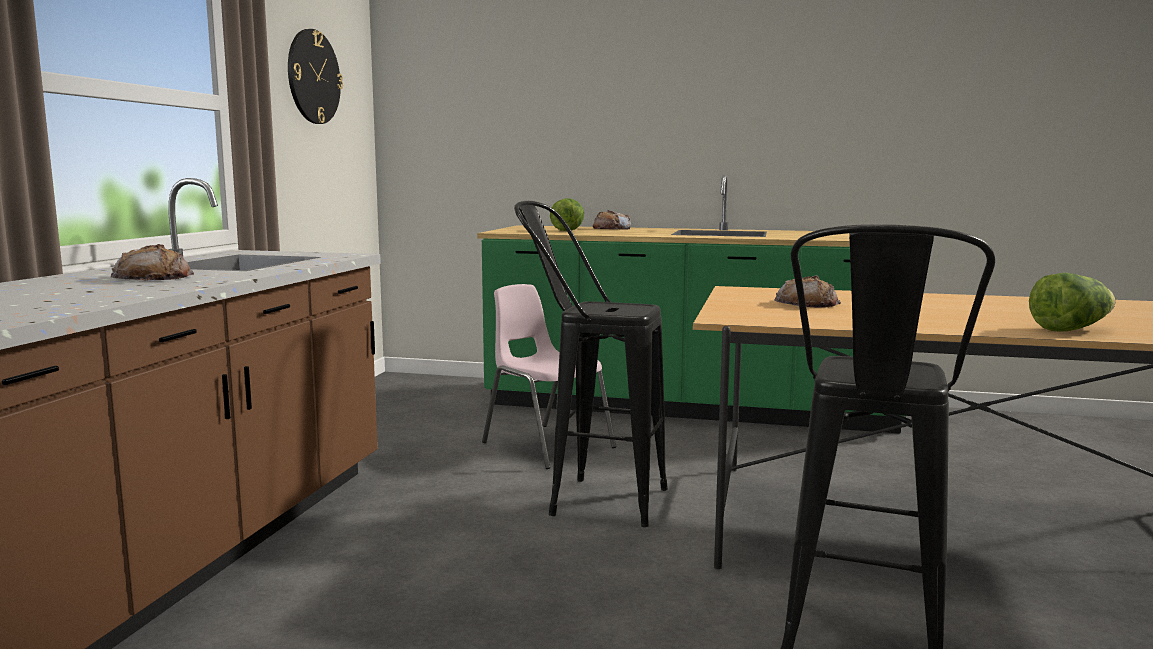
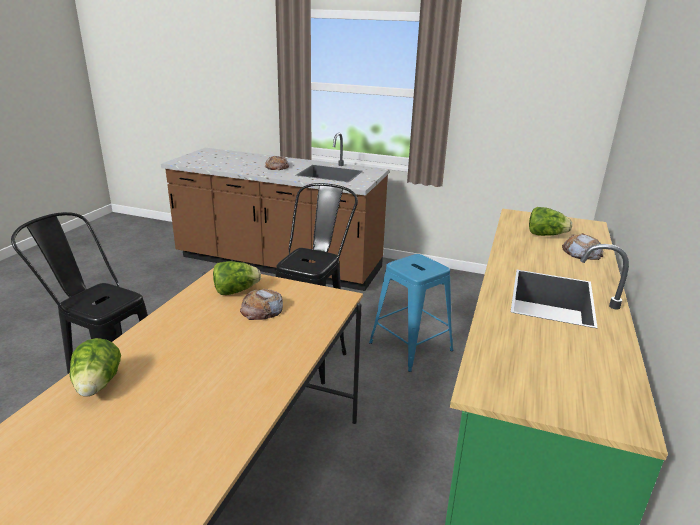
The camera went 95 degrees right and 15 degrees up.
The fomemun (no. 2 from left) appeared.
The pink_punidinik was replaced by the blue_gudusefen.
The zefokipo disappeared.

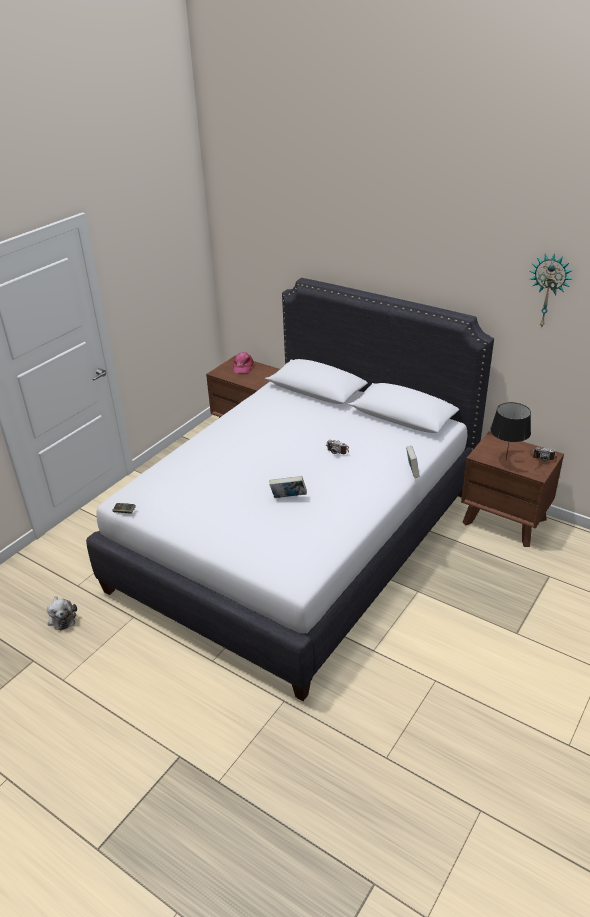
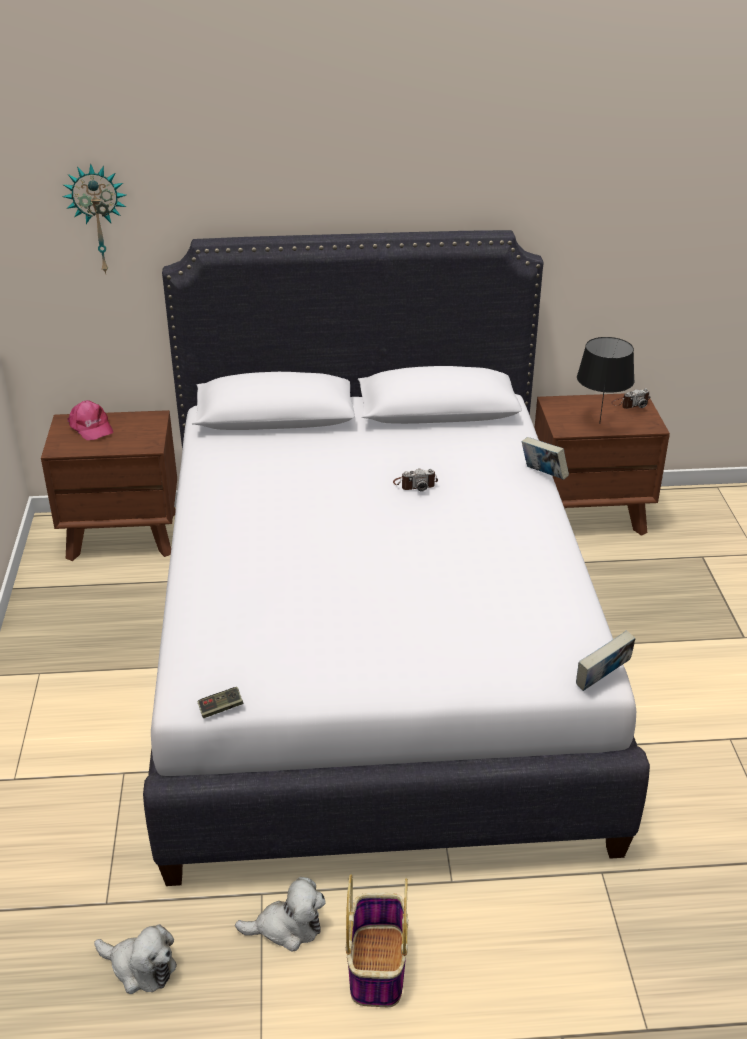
The camera went 40 degrees left and 0 degrees up.
The zefokipo moved.
The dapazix (no. 2 from left) appeared.
The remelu appeared.
The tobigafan (no. 1 from left in the first image) moved.

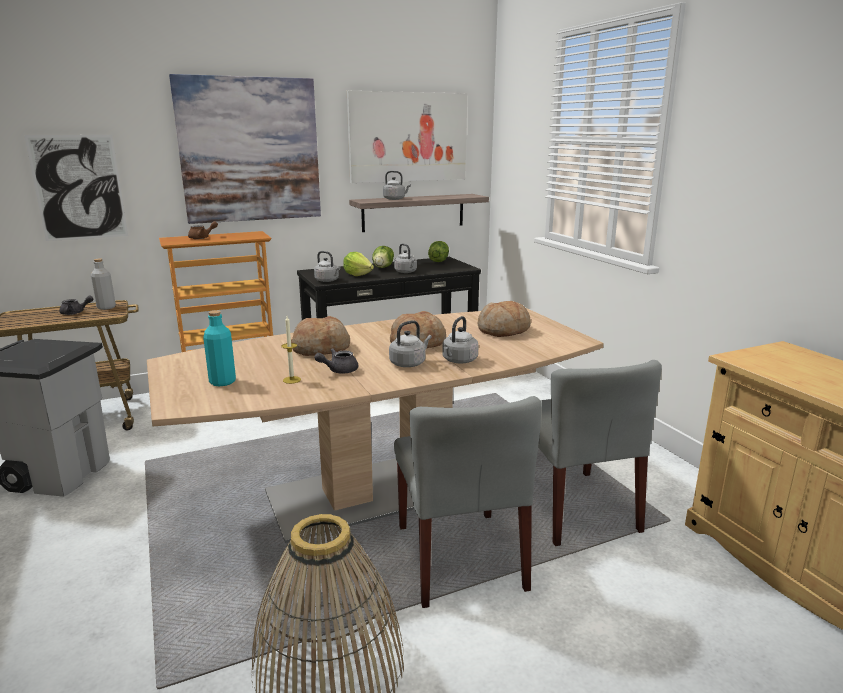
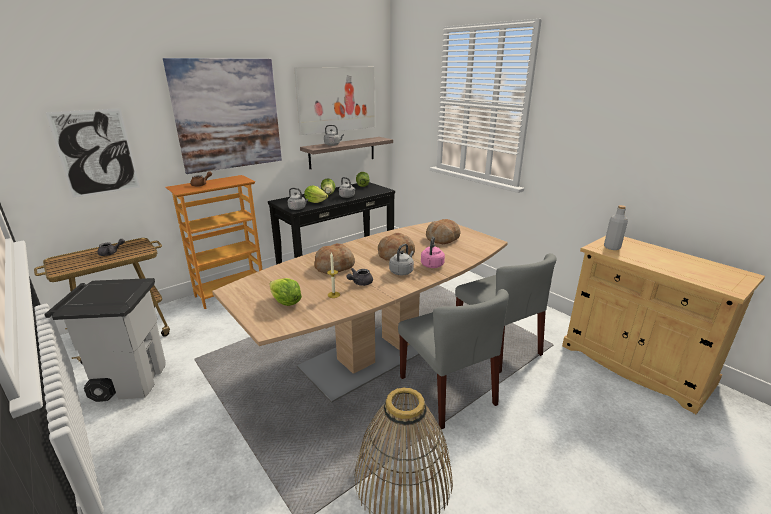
The camera went 15 degrees left and 5 degrees up.
The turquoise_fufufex was replaced by the fomemun (no. 1 from left).
The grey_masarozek (no. 5 from left) became the pink_masarozek.
The grey_fufufex moved.

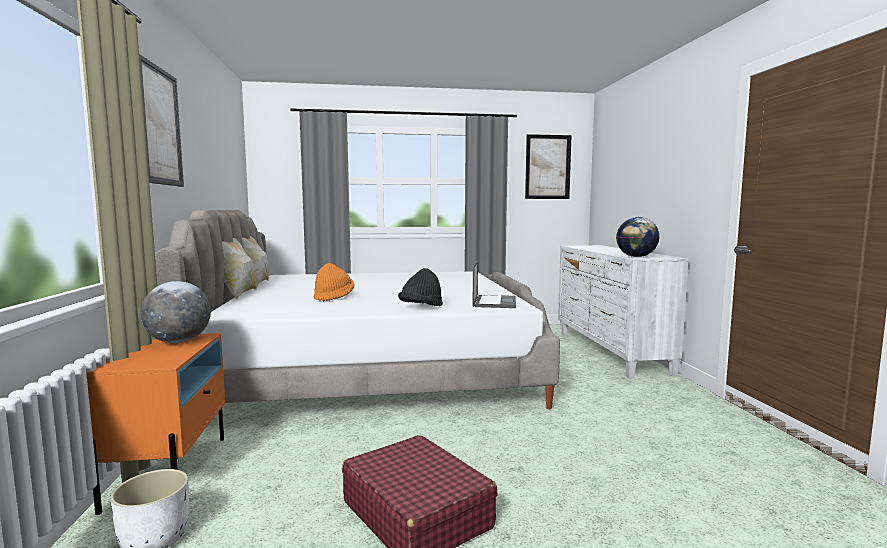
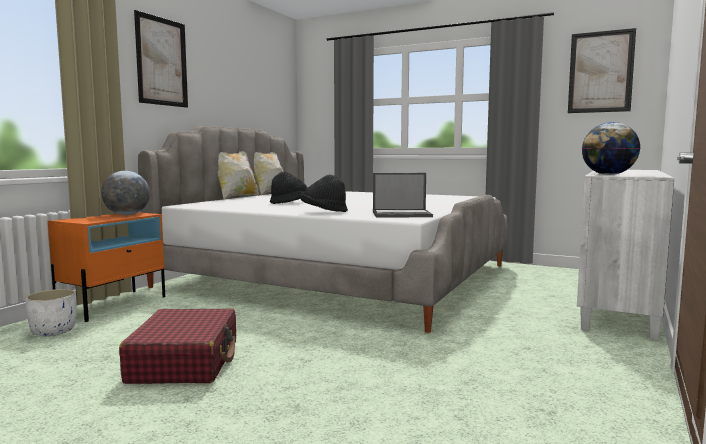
The camera went 35 degrees right and 0 degrees up.
The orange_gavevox became the black_gavevox (no. 1 from left).
The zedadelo turned 45 degrees clockwise.

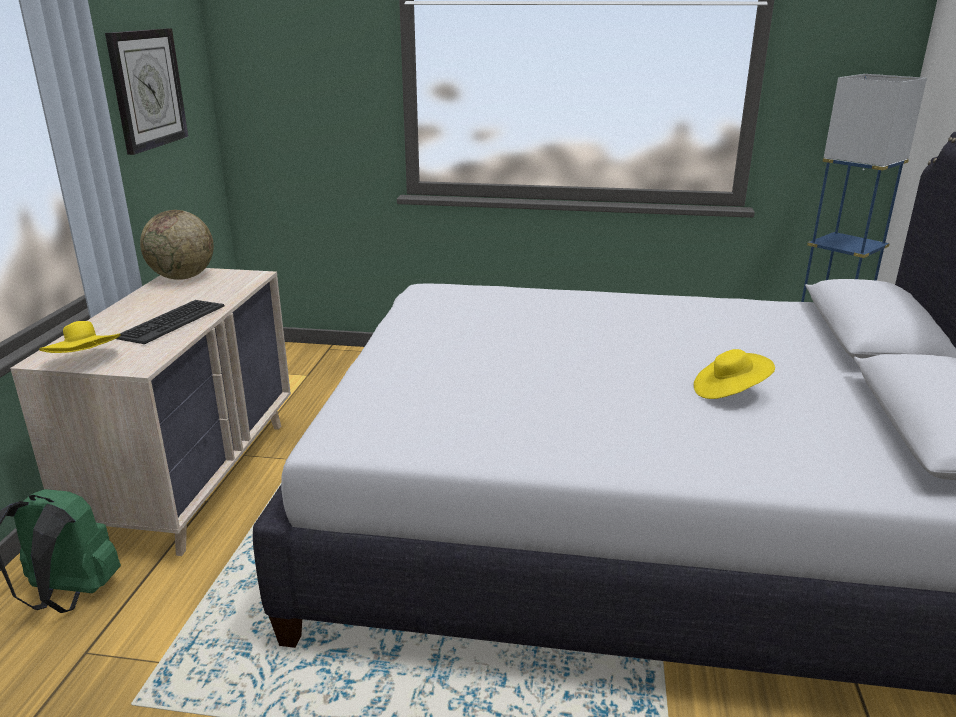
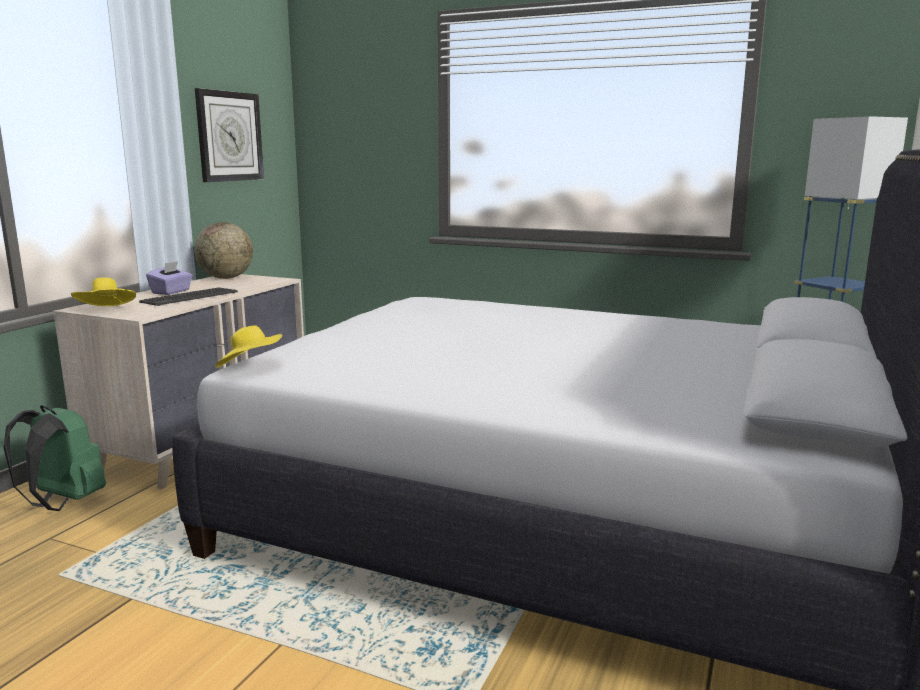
The camera went 15 degrees right and 10 degrees down.
The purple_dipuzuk appeared.
The yellow_gavevox (no. 2 from left) moved.

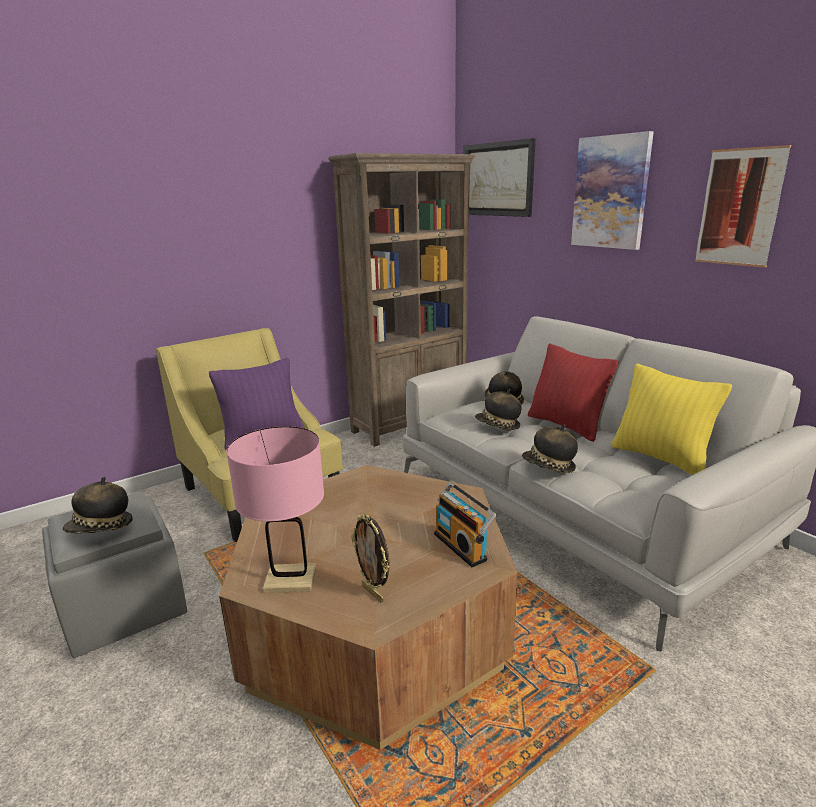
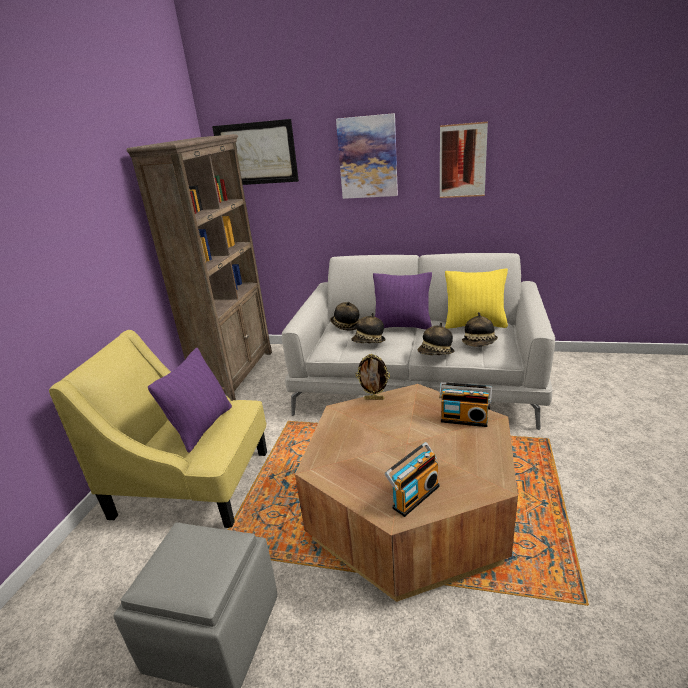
The camera went 40 degrees left and 5 degrees up.
The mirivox moved.
The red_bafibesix became the purple_bafibesix (no. 2 from left).
The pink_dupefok was replaced by the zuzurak (no. 1 from left).
The gavevox (no. 1 from left in the first image) moved.

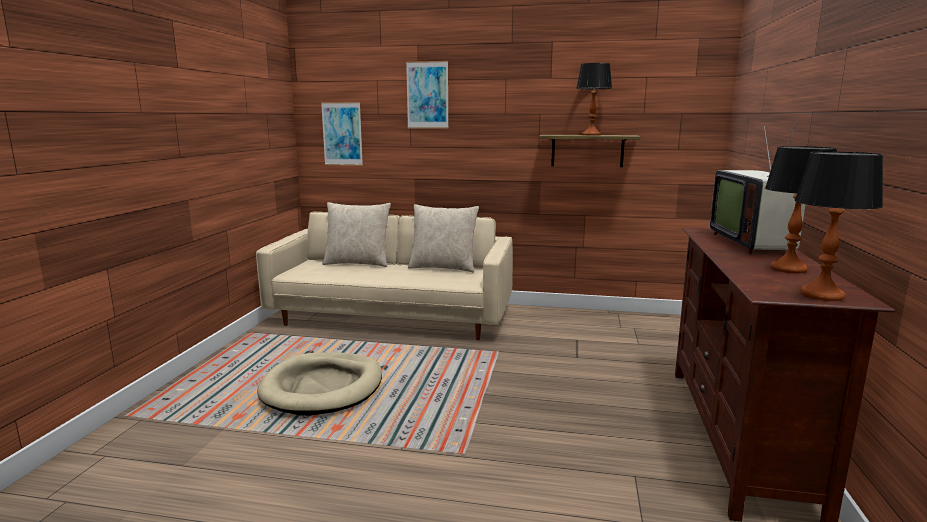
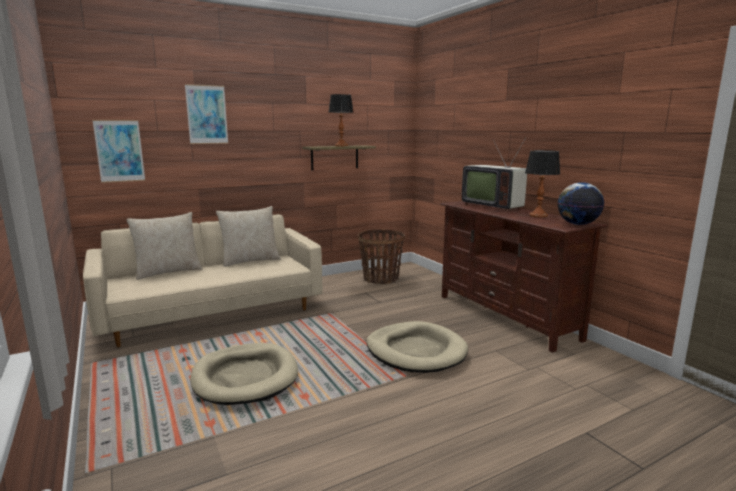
The camera went 40 degrees left and 0 degrees up.
The remelu appeared.
The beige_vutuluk (no. 2 from left) appeared.
The dupefok (no. 3 from left) was replaced by the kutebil.

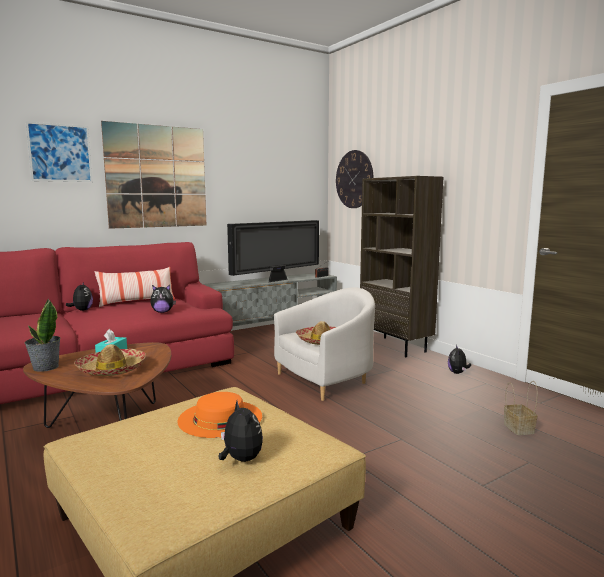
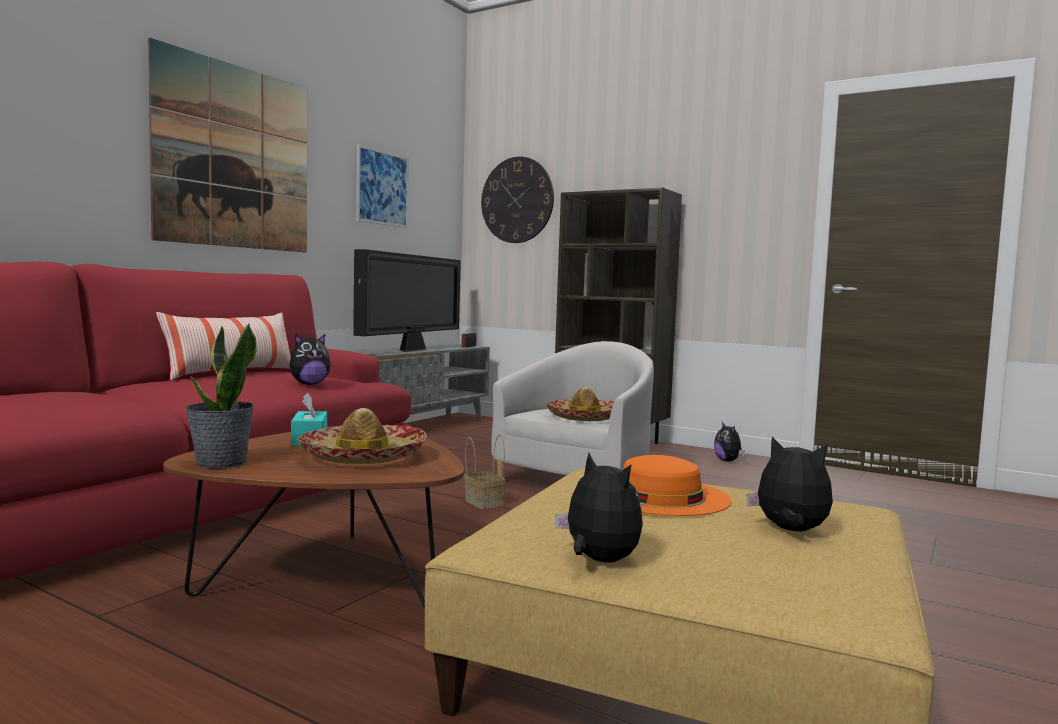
The camera went 25 degrees left and 5 degrees down.
The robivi (no. 1 from left in the first image) moved.
The remelu moved.
The dapazix (no. 1 from left in the first image) moved.

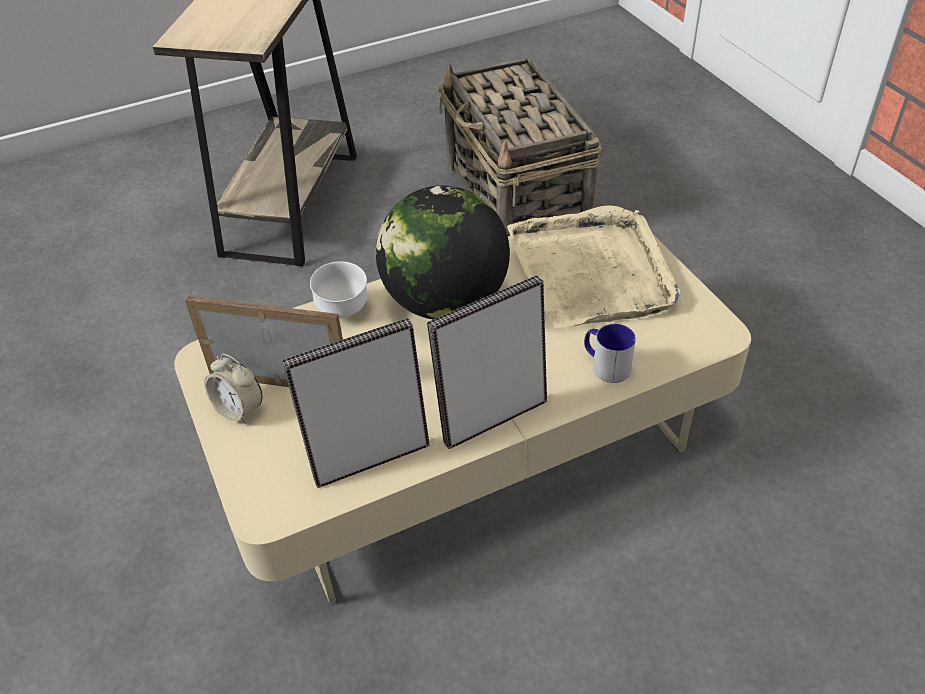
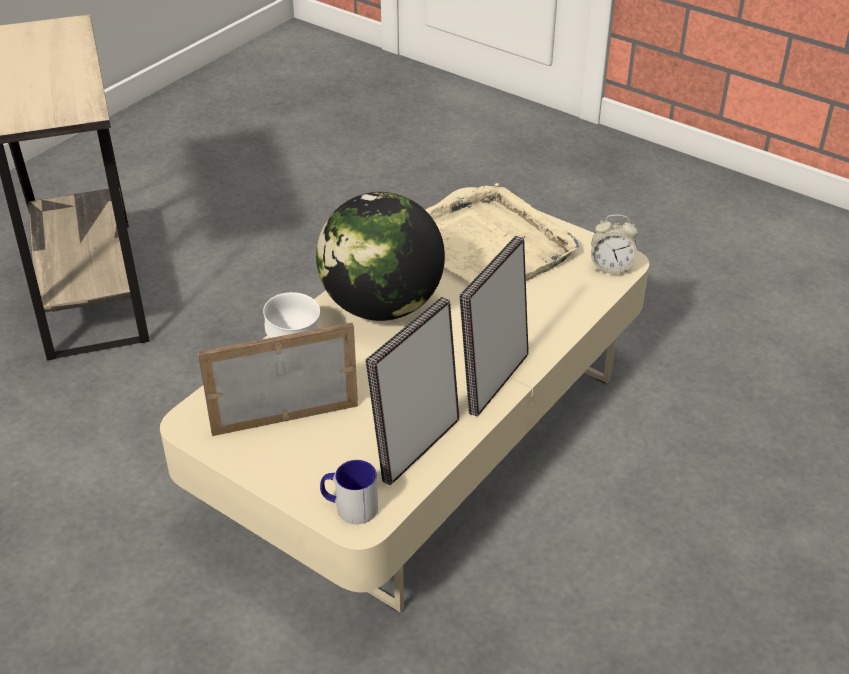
The camera went 30 degrees left and 5 degrees down.
The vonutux moved.
The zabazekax moved.
The remelu disappeared.

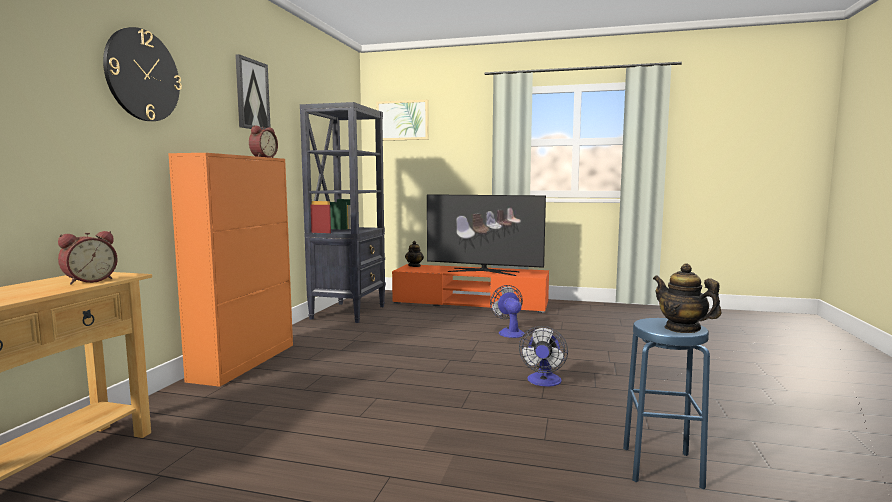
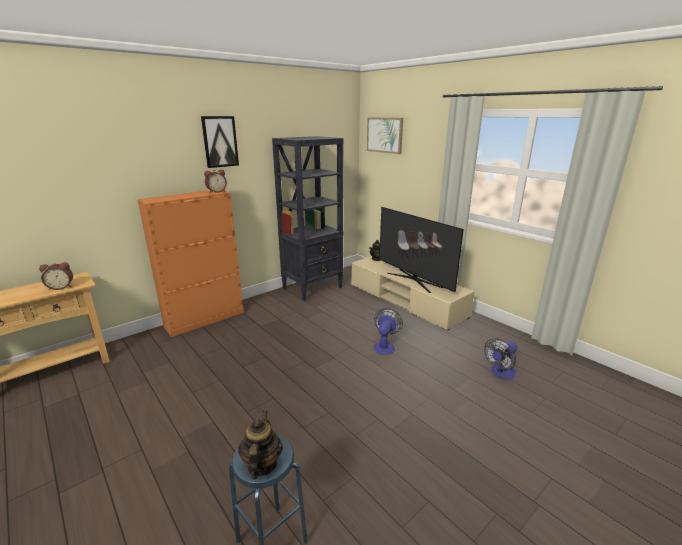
The camera went 35 degrees right and 15 degrees up.
The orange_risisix became the beige_risisix.
The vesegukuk (no. 2 from left) moved.
The zefokipo disappeared.

